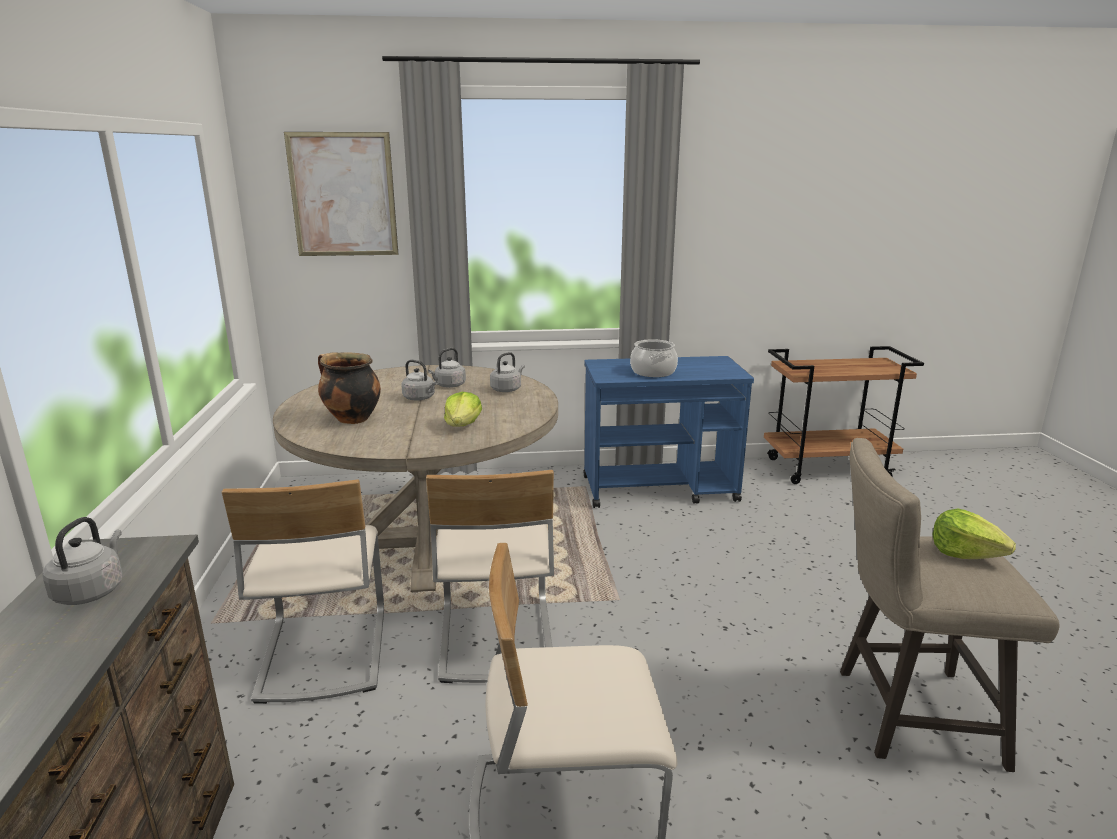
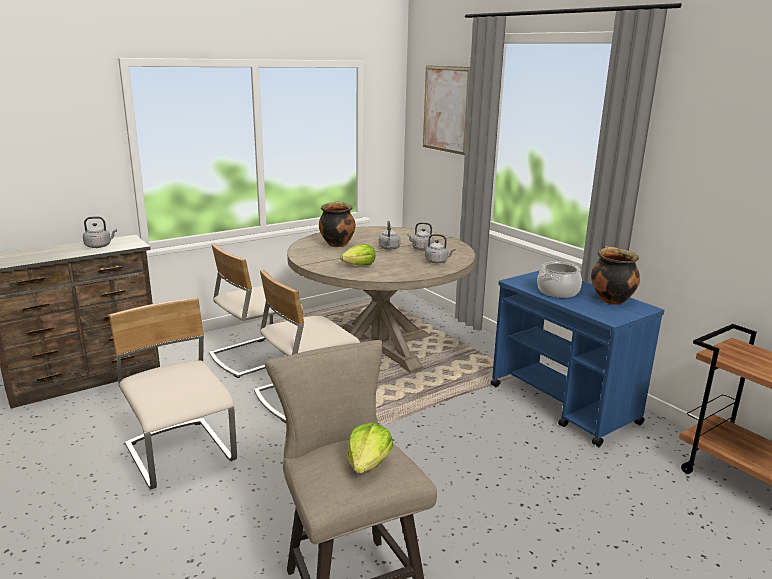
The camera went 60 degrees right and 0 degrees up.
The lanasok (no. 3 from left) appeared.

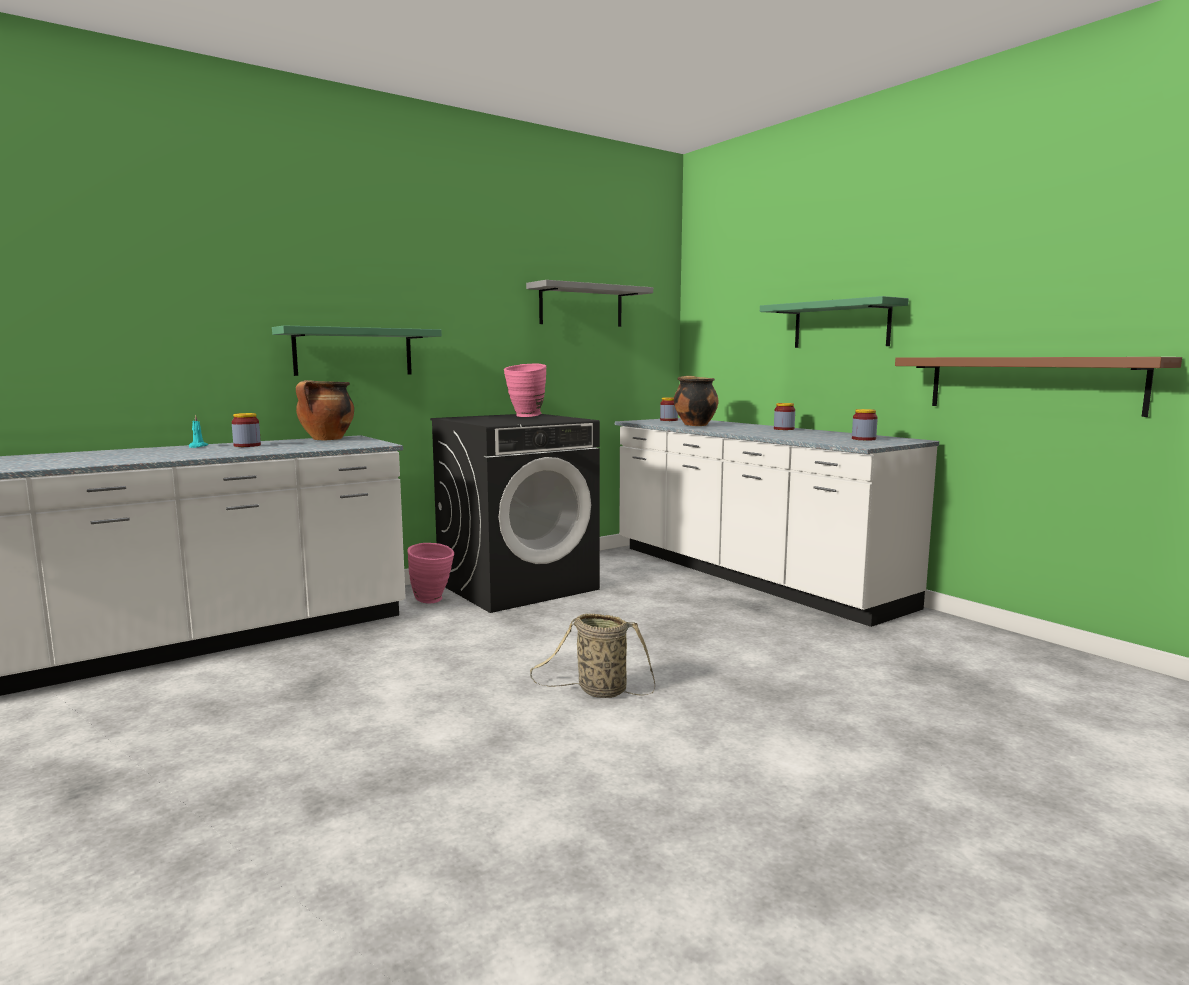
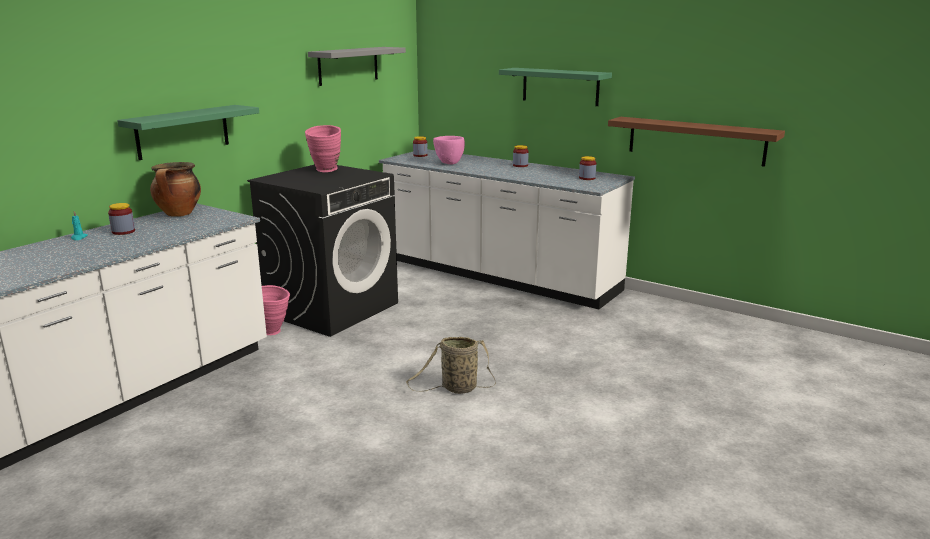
The camera went 20 degrees left and 10 degrees up.
The lanasok (no. 2 from left) was replaced by the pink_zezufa.

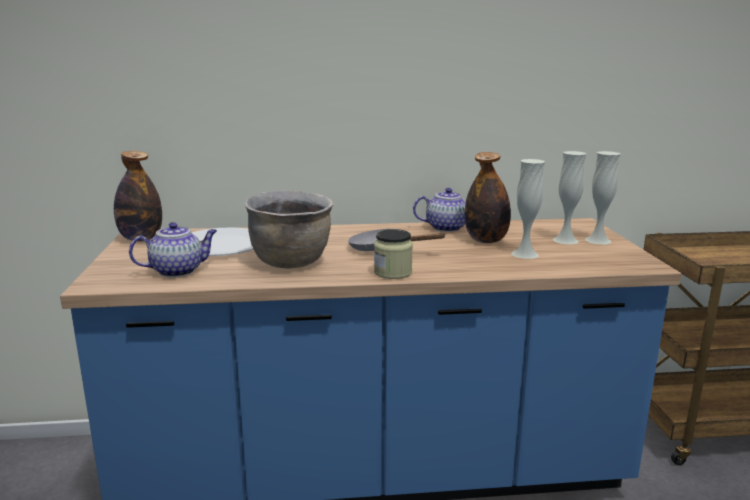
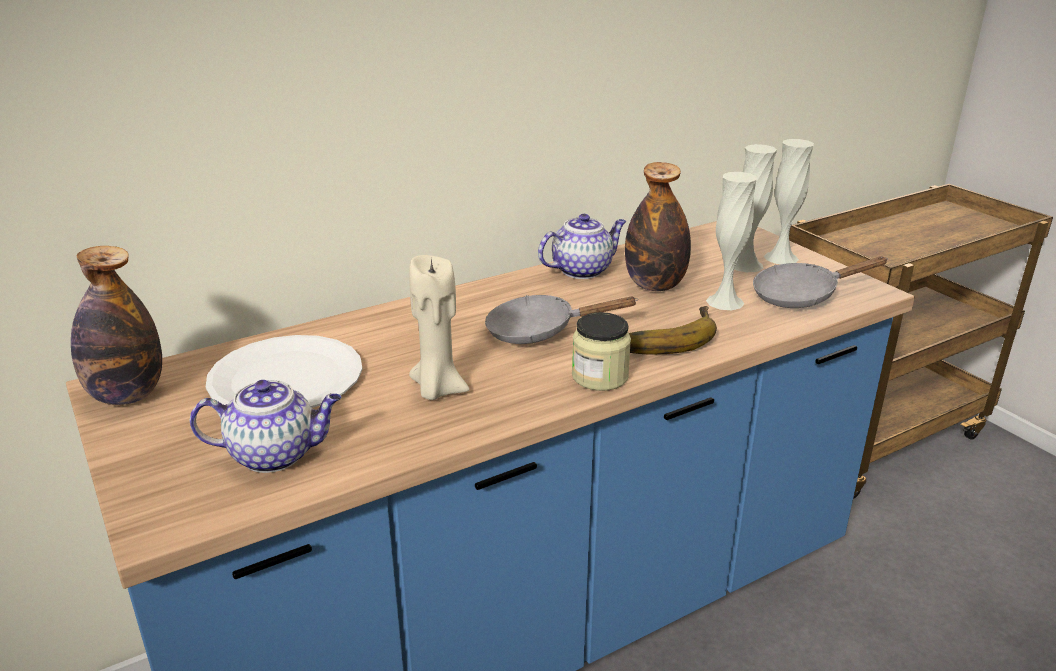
The camera went 25 degrees left and 10 degrees up.
The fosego (no. 1 from left) turned 45 degrees clockwise.
The brown_lanasok was replaced by the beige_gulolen.
The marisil appeared.
The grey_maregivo (no. 2 from left) appeared.

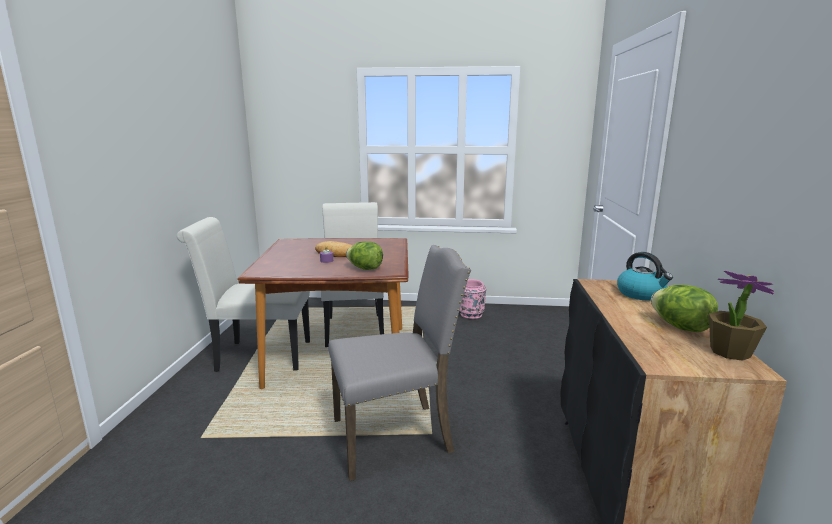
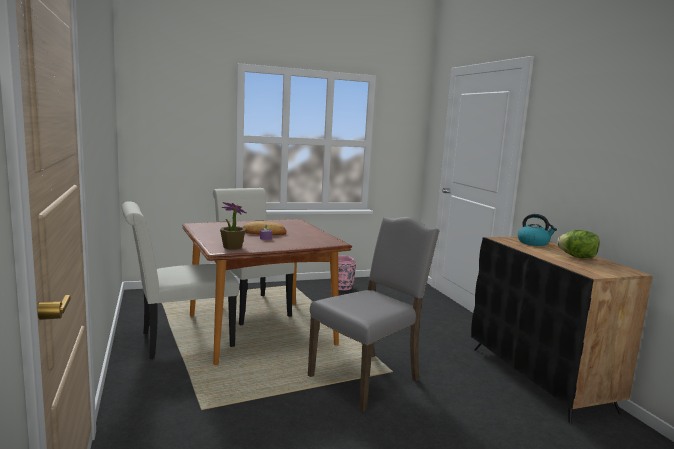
The camera went 25 degrees left and 5 degrees down.
The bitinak moved.
The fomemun (no. 1 from left) disappeared.

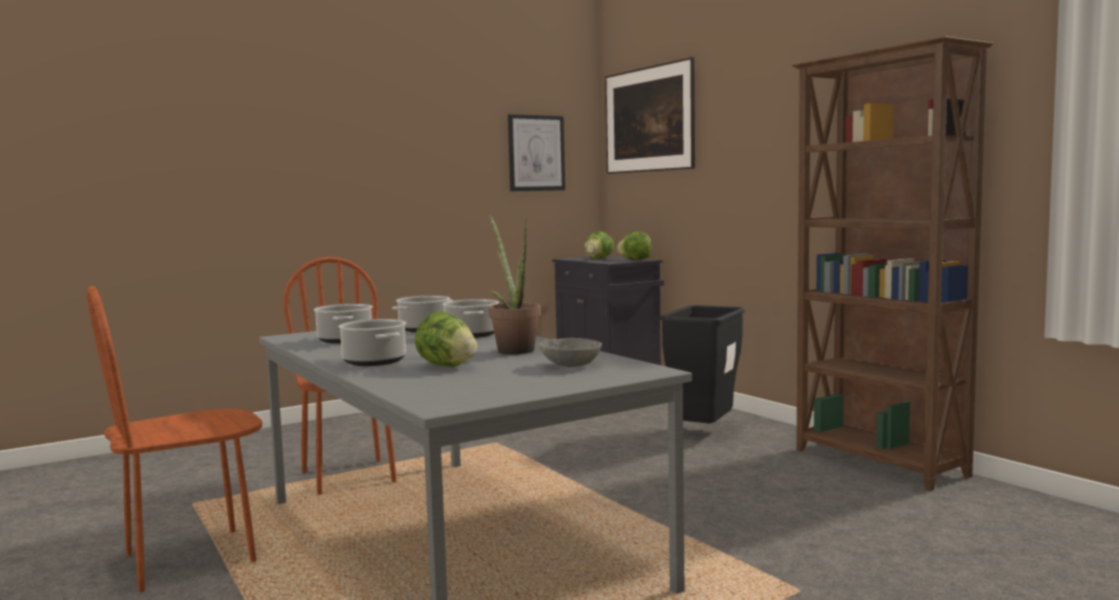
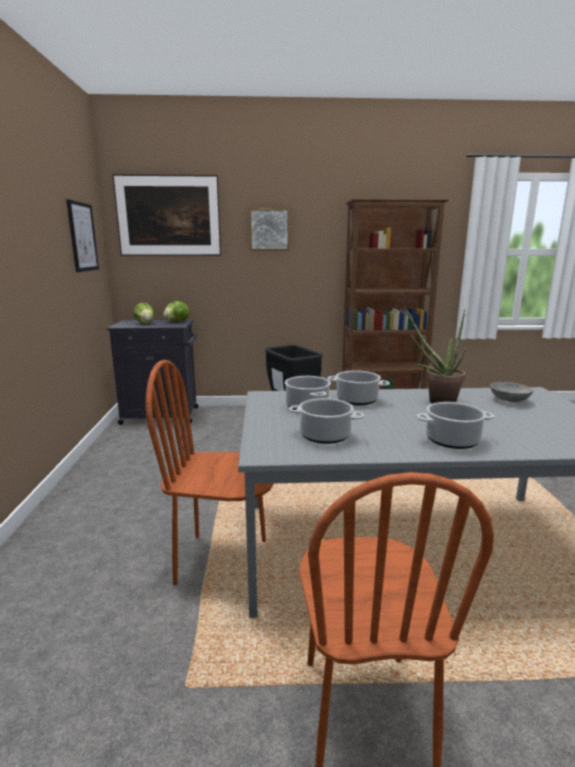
The camera went 60 degrees left and 10 degrees up.
The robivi (no. 3 from left) appeared.
The fomemun (no. 1 from left) disappeared.

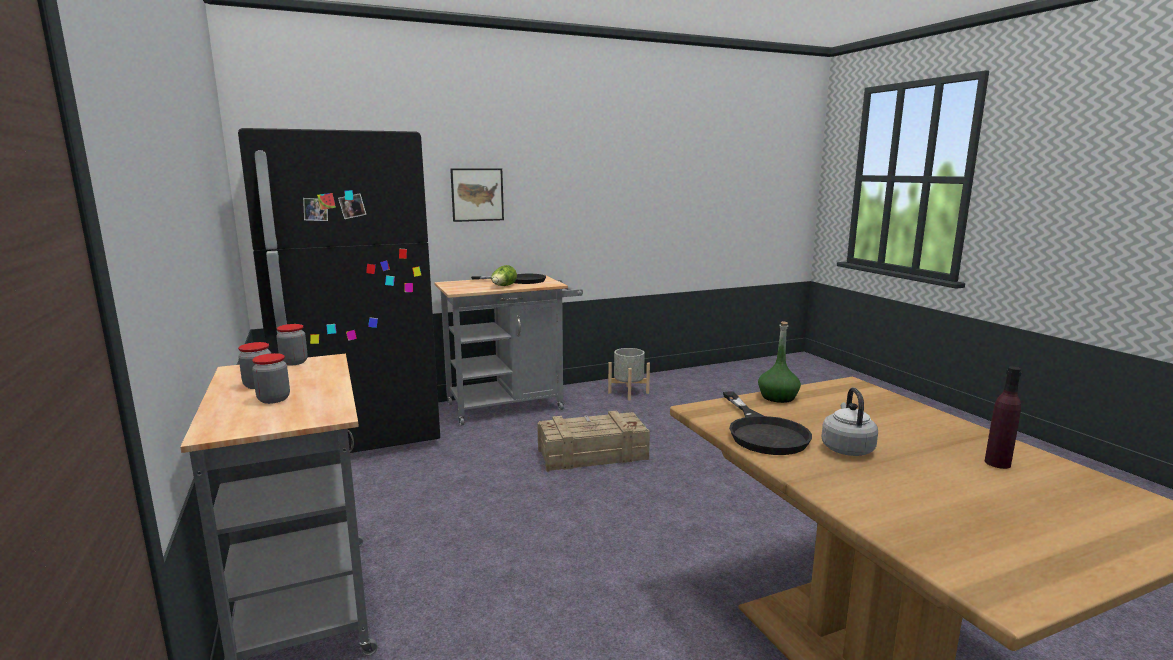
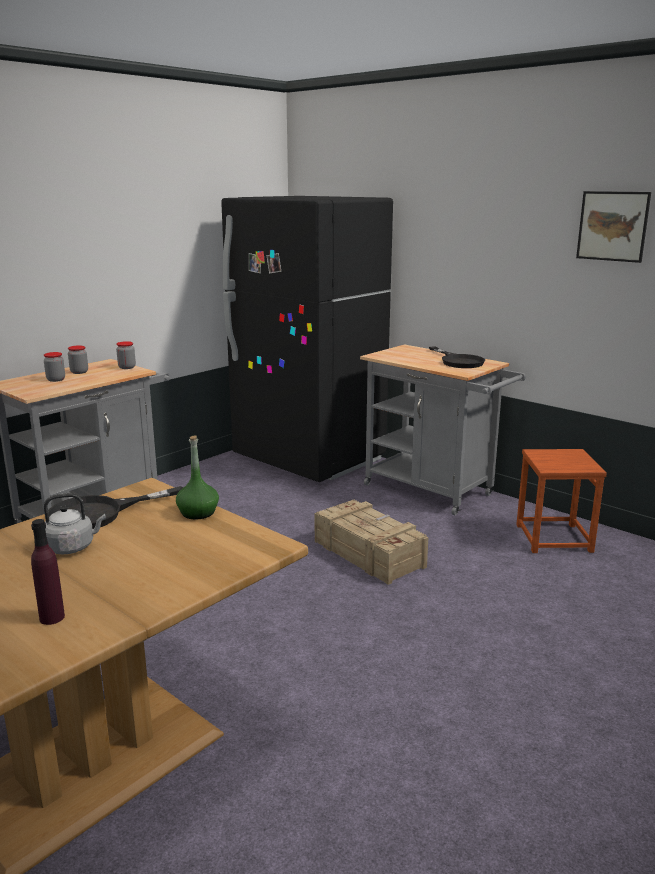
The camera went 65 degrees right and 5 degrees up.
The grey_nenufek was replaced by the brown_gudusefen.
The robivi moved.
The fomemun disappeared.

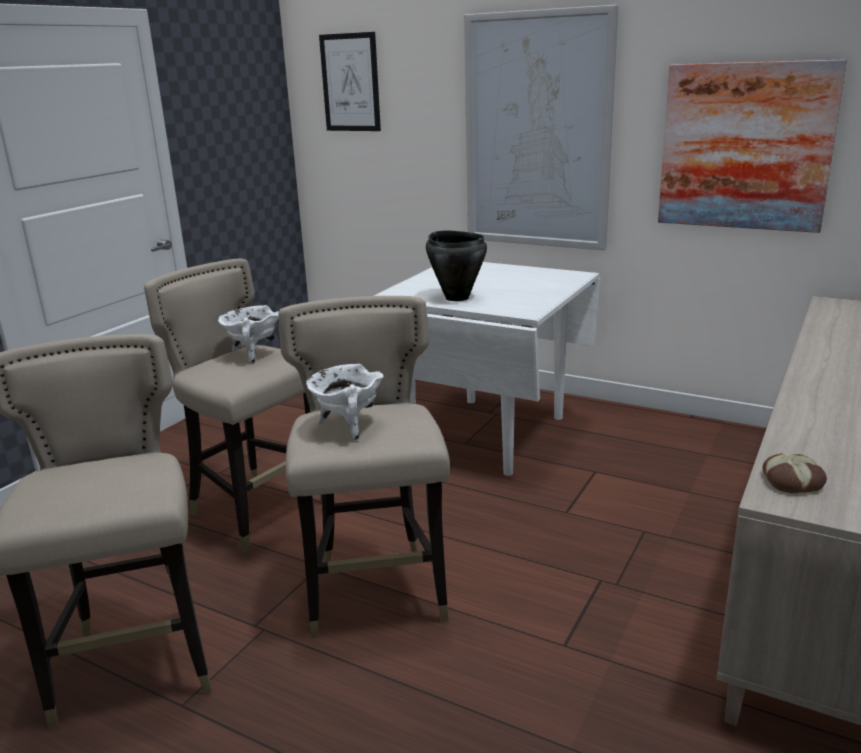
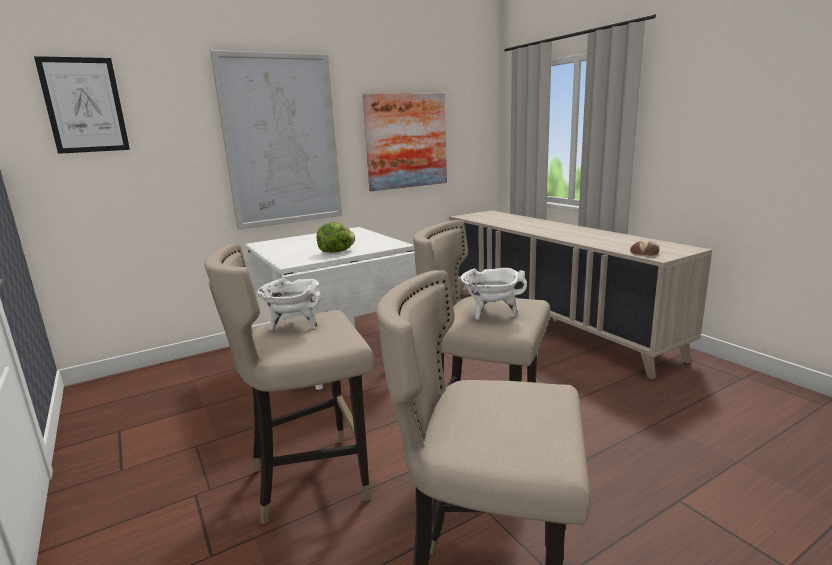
The camera went 60 degrees left and 5 degrees down.
The black_lanasok was replaced by the fomemun.

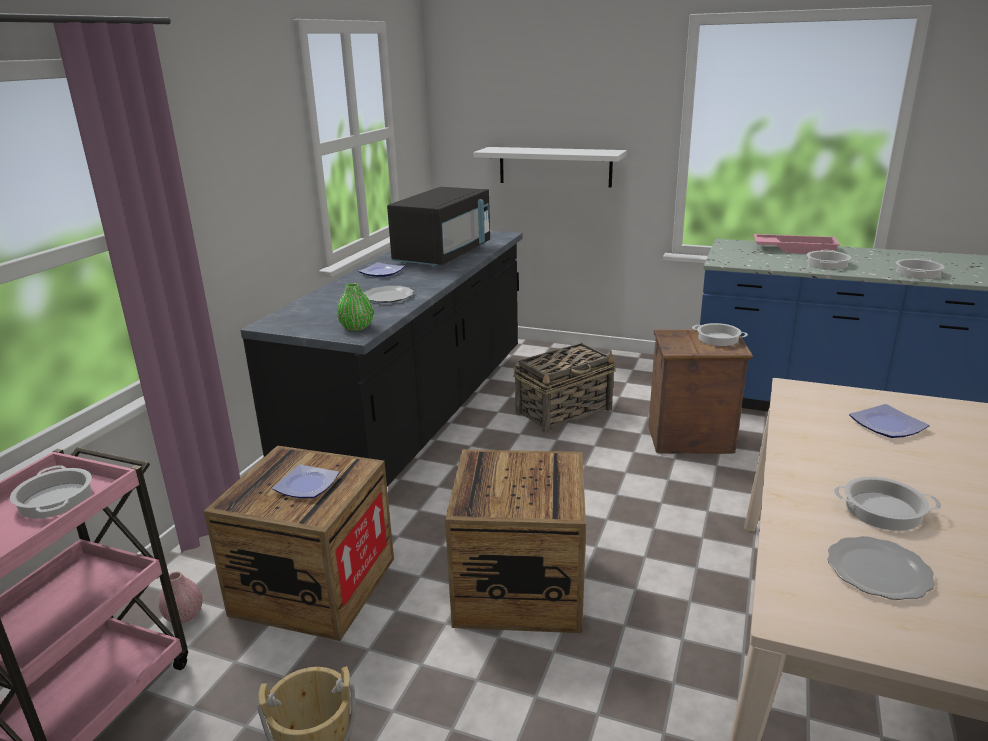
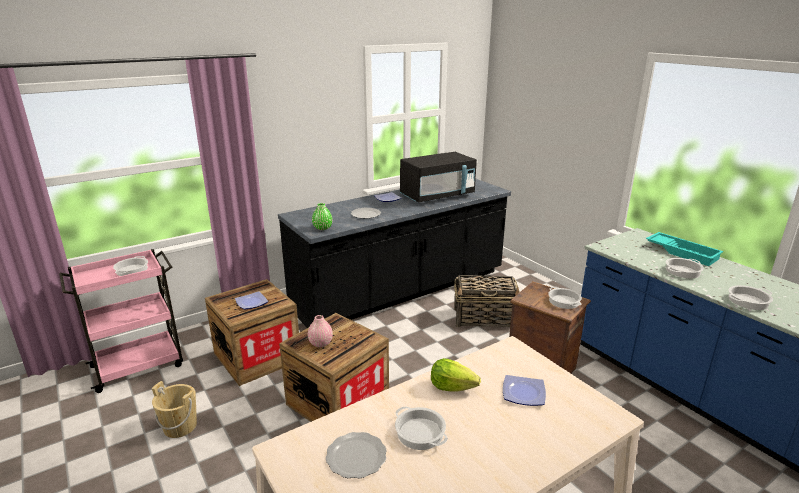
The camera went 35 degrees right and 0 degrees up.
The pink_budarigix moved.
The fomemun appeared.
The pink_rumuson became the turquoise_rumuson.
The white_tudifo disappeared.

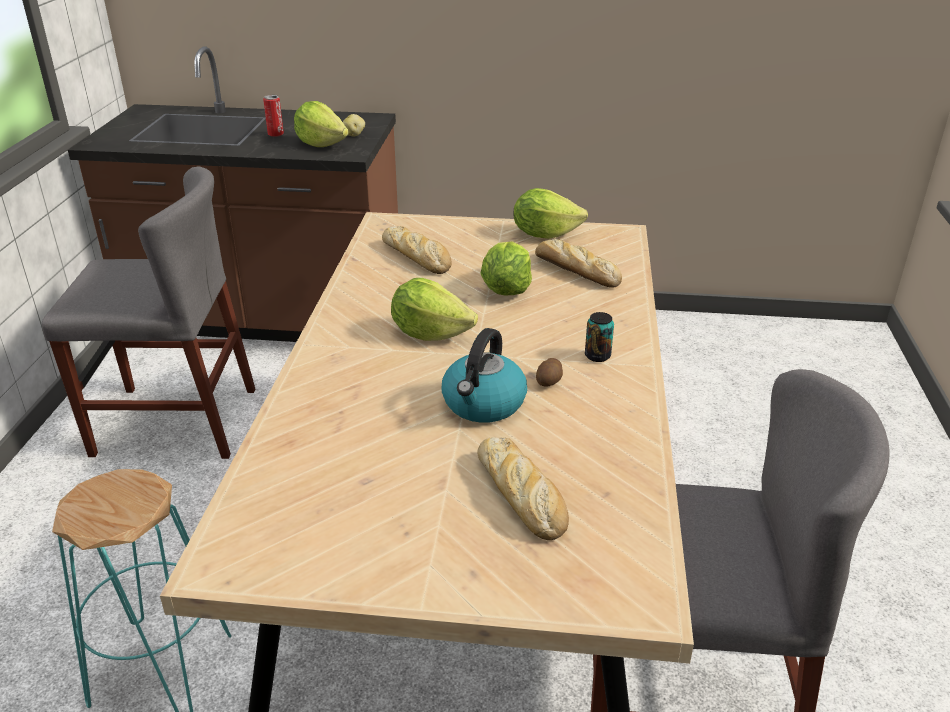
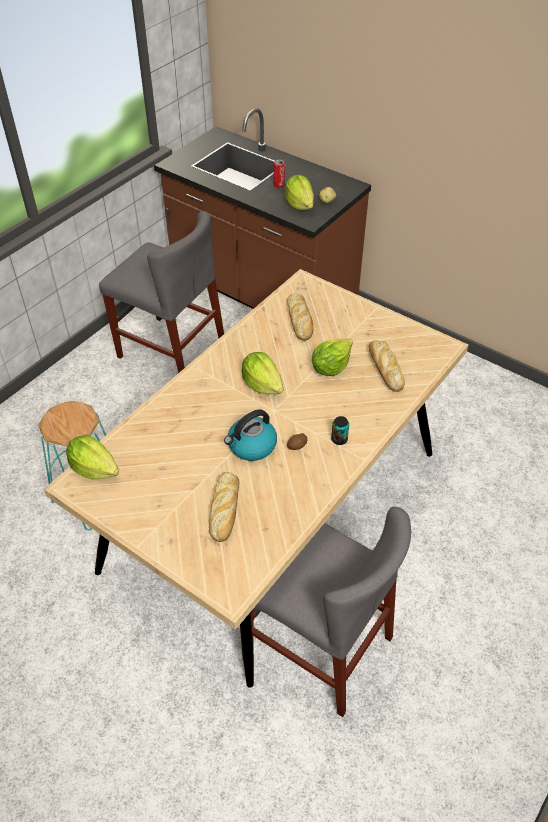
The camera went 30 degrees right and 15 degrees up.
The fomemun (no. 4 from left in the first image) moved.

